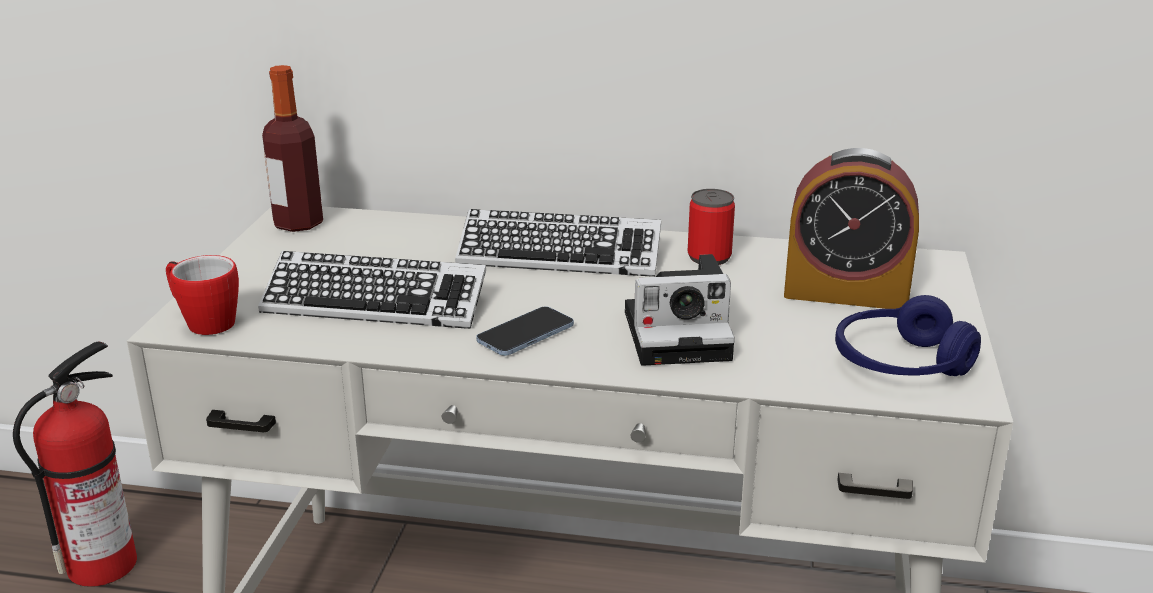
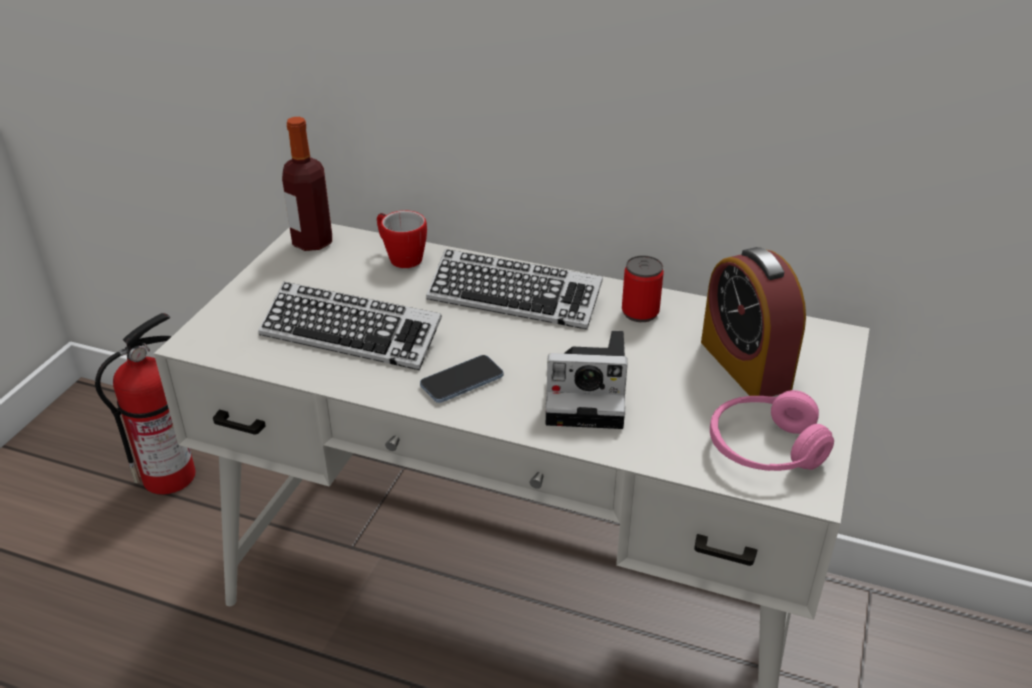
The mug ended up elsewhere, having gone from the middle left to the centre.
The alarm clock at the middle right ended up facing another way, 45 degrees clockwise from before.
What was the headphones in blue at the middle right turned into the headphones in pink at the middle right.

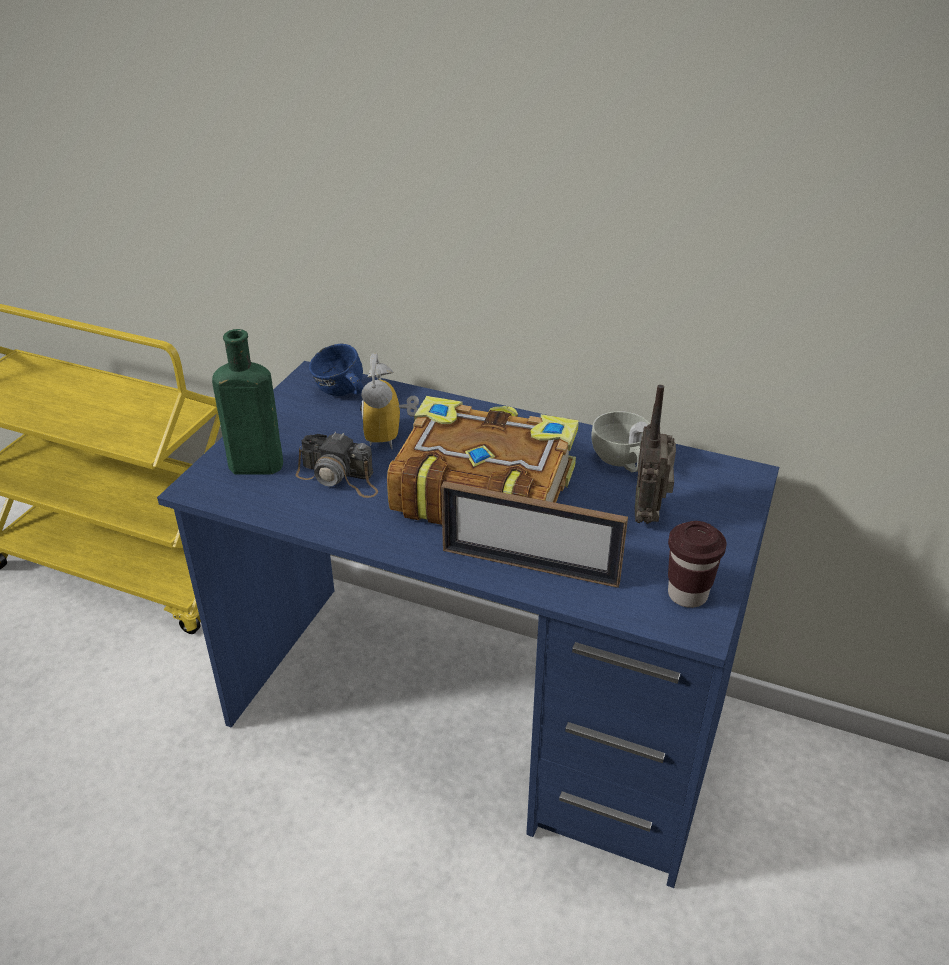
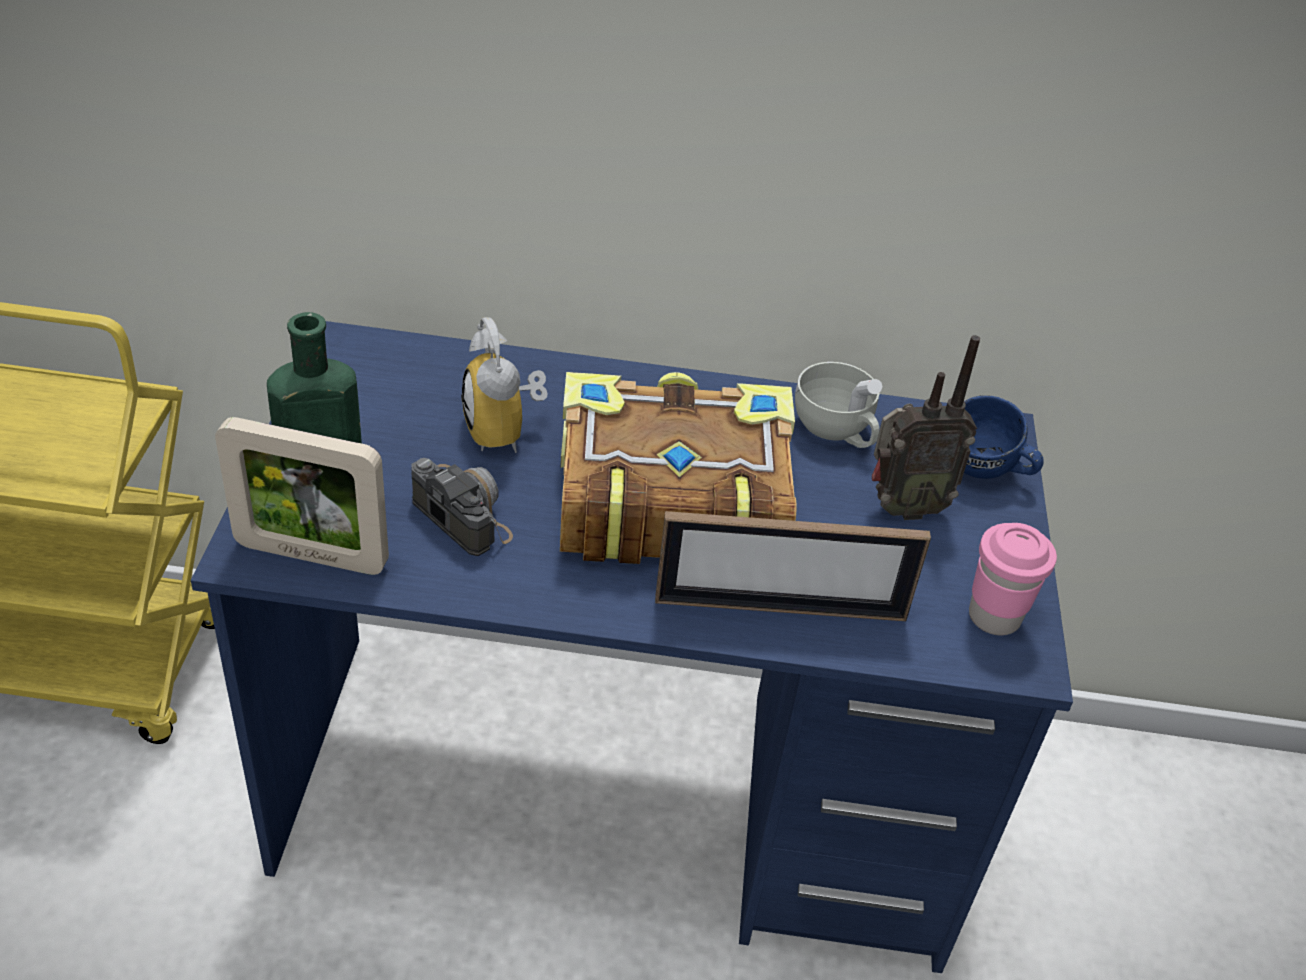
The photo camera at the centre ended up facing another way, 135 degrees counterclockwise from before.
The mug in blue ended up elsewhere, having gone from the centre to the middle right.
The radio at the middle right ended up facing another way, 90 degrees counterclockwise from before.
What was the cup in brown at the middle right turned into the cup in pink at the middle right.
The second view gained the picture frame (1st from left) at the middle left.

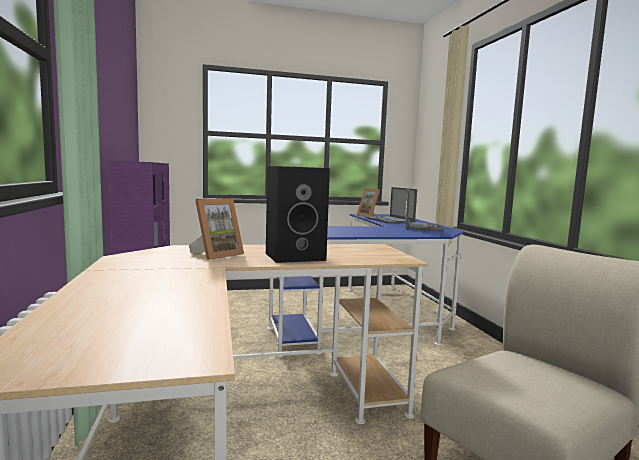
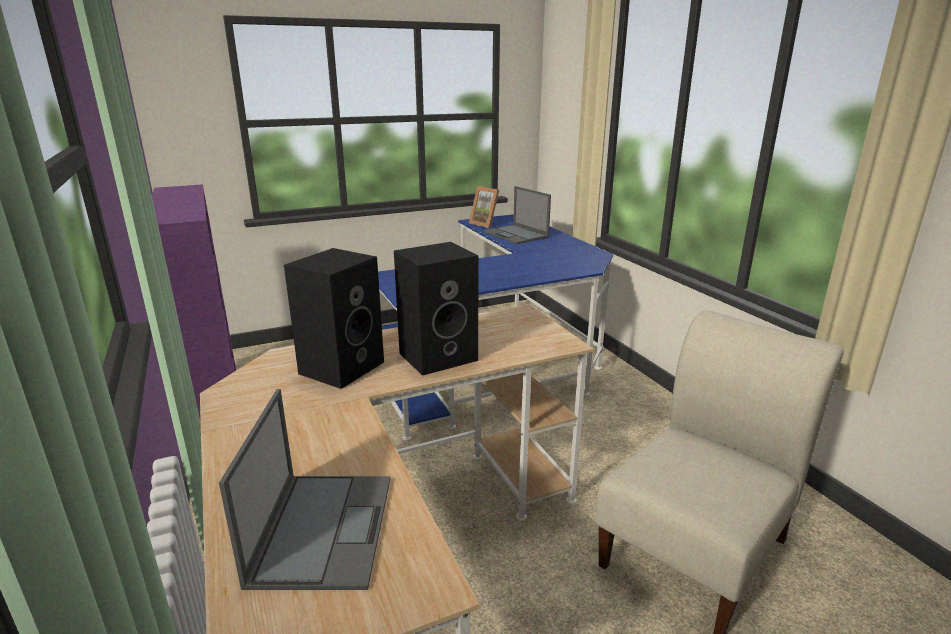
Where the picture frame (1st from left) stood at the centre, the speaker in black (1st from left) came to stand at the centre.
The laptop (2nd from left in the first image) ended up elsewhere, having gone from the centre to the bottom left.

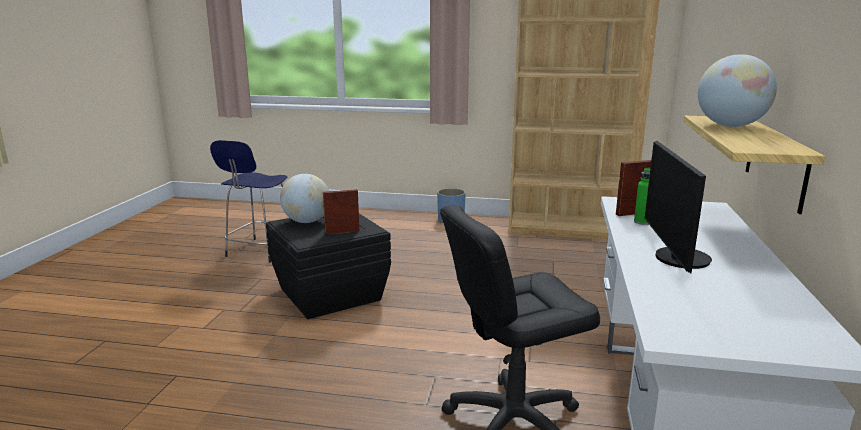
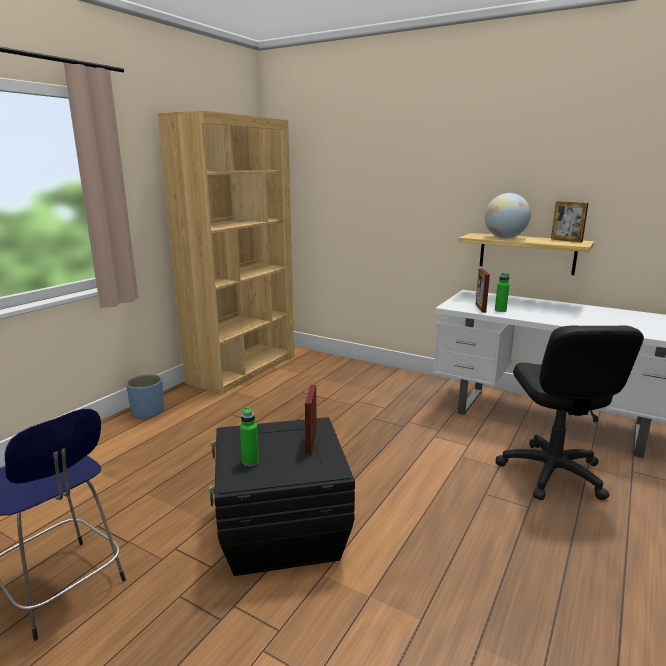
Where the globe (1st from left) stood at the centre, the bottle in green (1st from left) came to stand at the centre.
The second view lost the monitor at the middle right.
The second view gained the picture frame (3rd from left) at the top right.

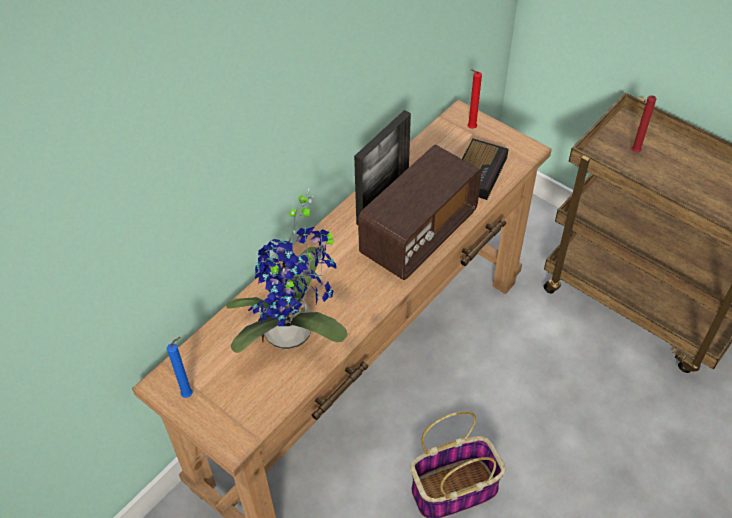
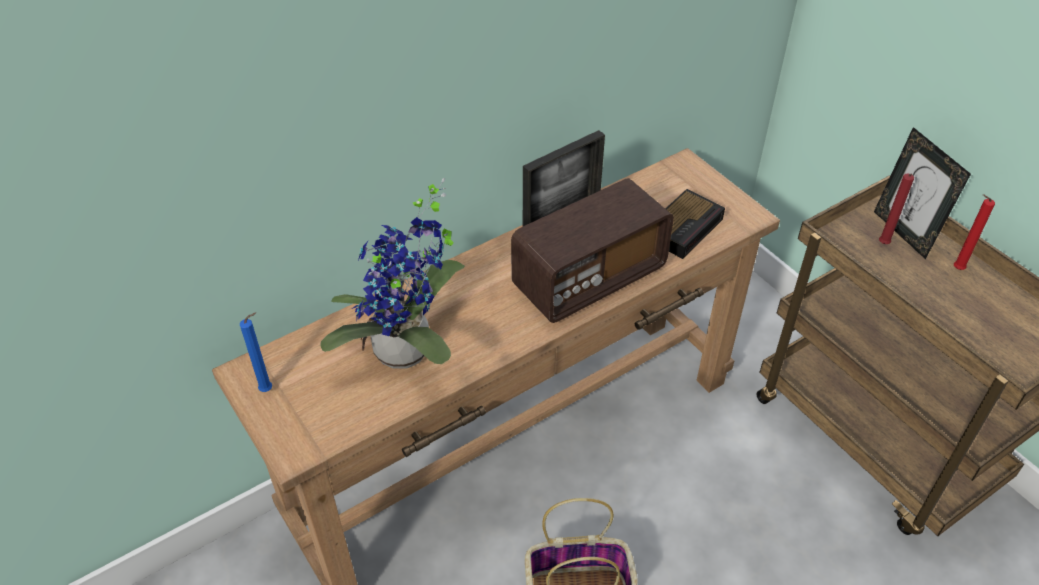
The candle in red (1st from left in the first image) ended up elsewhere, having gone from the top centre to the middle right.
The second view gained the picture frame (2nd from left) at the top right.

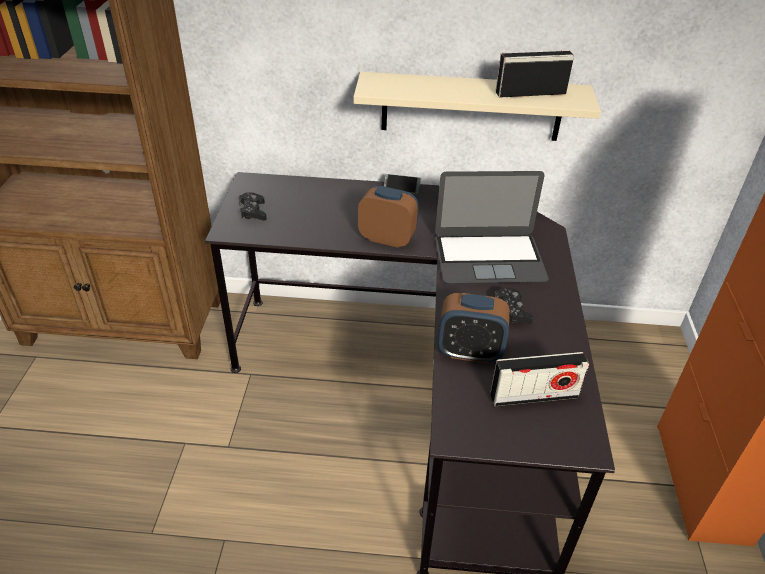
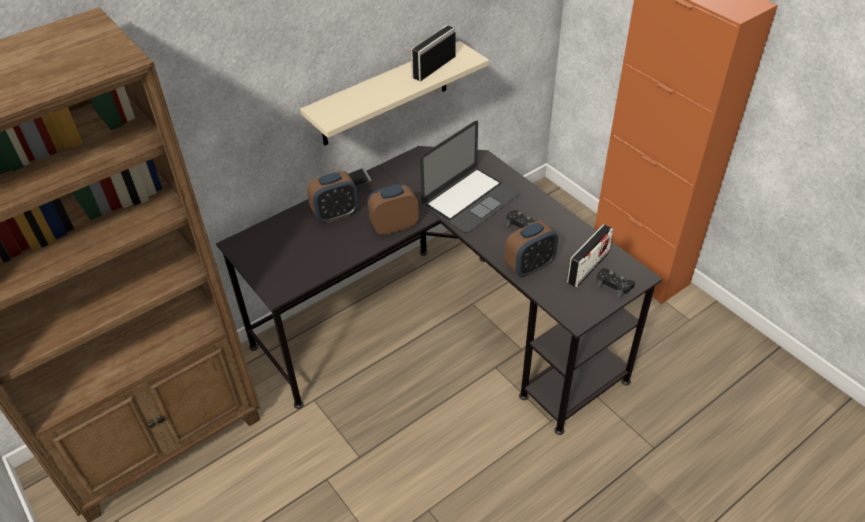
The game controller in black (1st from left in the first image) ended up elsewhere, having gone from the middle left to the middle right.
The second view gained the alarm clock (1st from left) at the centre.

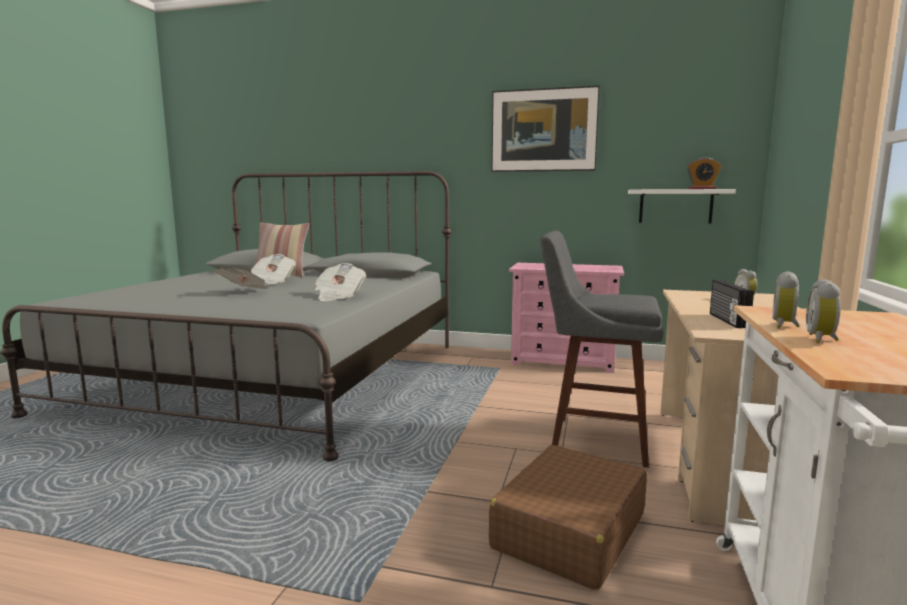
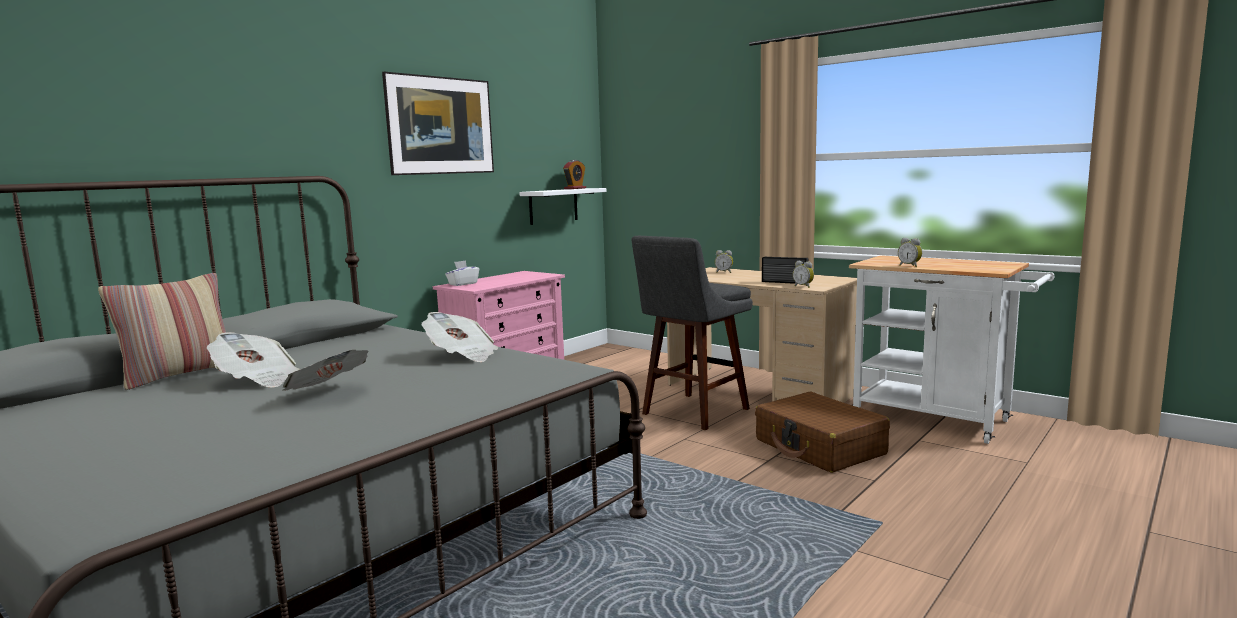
The alarm clock (4th from left in the first image) ended up elsewhere, having gone from the middle right to the centre.
The second view gained the tissue box in white at the centre.

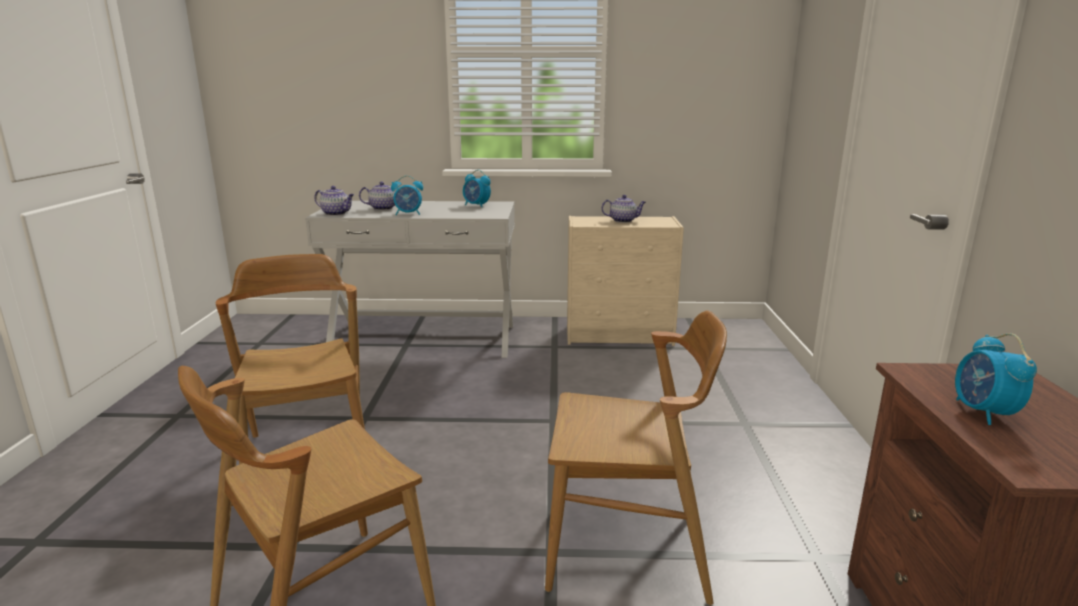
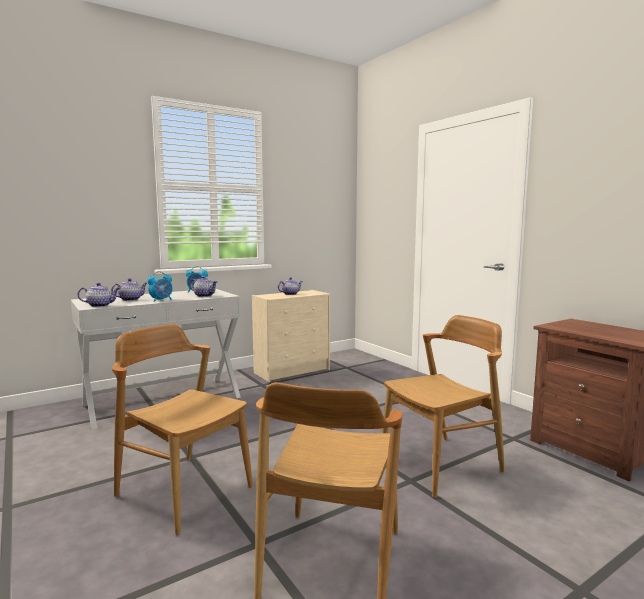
The second view lost the alarm clock (3rd from left) at the middle right.
The second view gained the teapot (3rd from left) at the middle left.

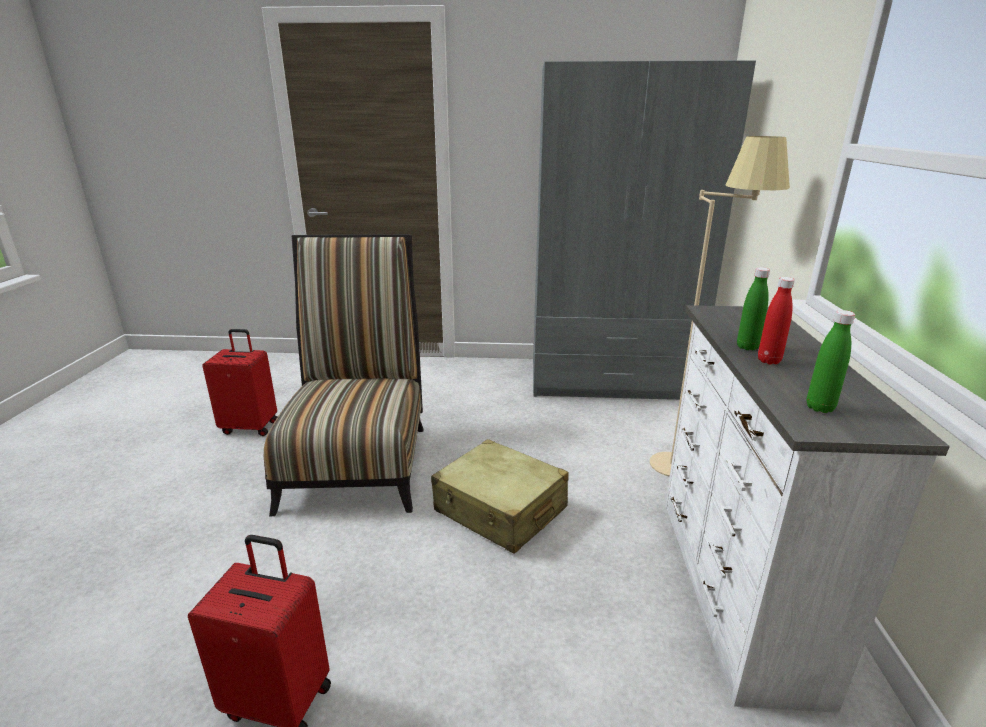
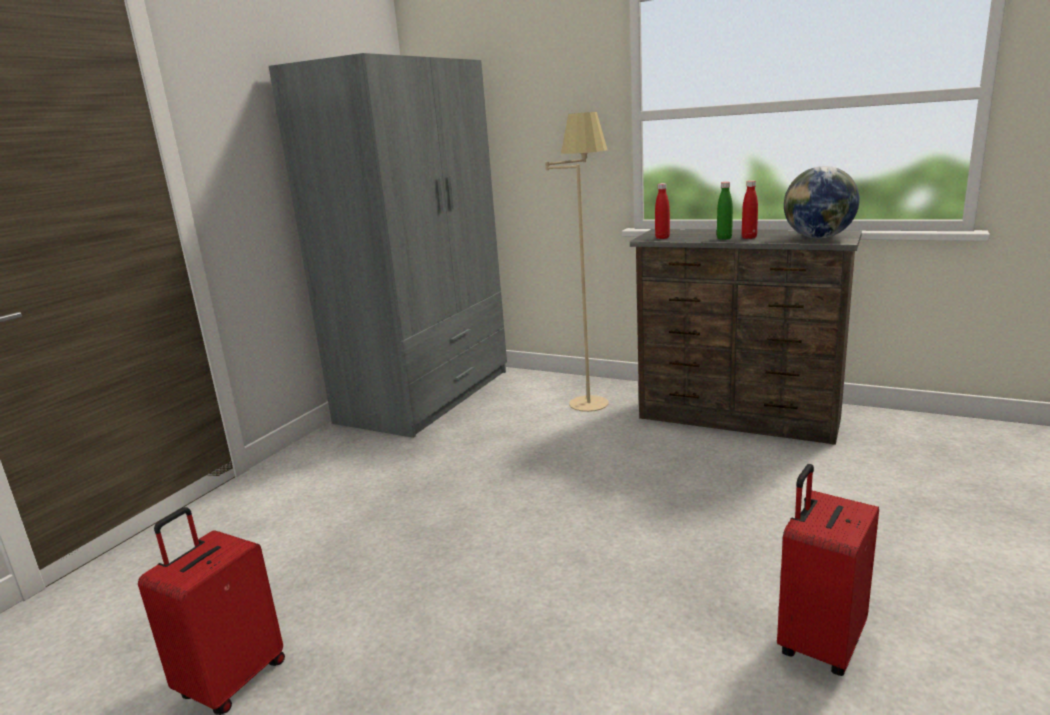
The second view lost the chair at the centre.
The second view lost the suitcase in beige at the bottom centre.
What was the dresser in white at the bottom right turned into the dresser in brown at the middle right.
Where the bottle in green (2nd from left) stood at the middle right, the globe came to stand at the top right.
The second view gained the bottle in red (1st from left) at the top centre.

